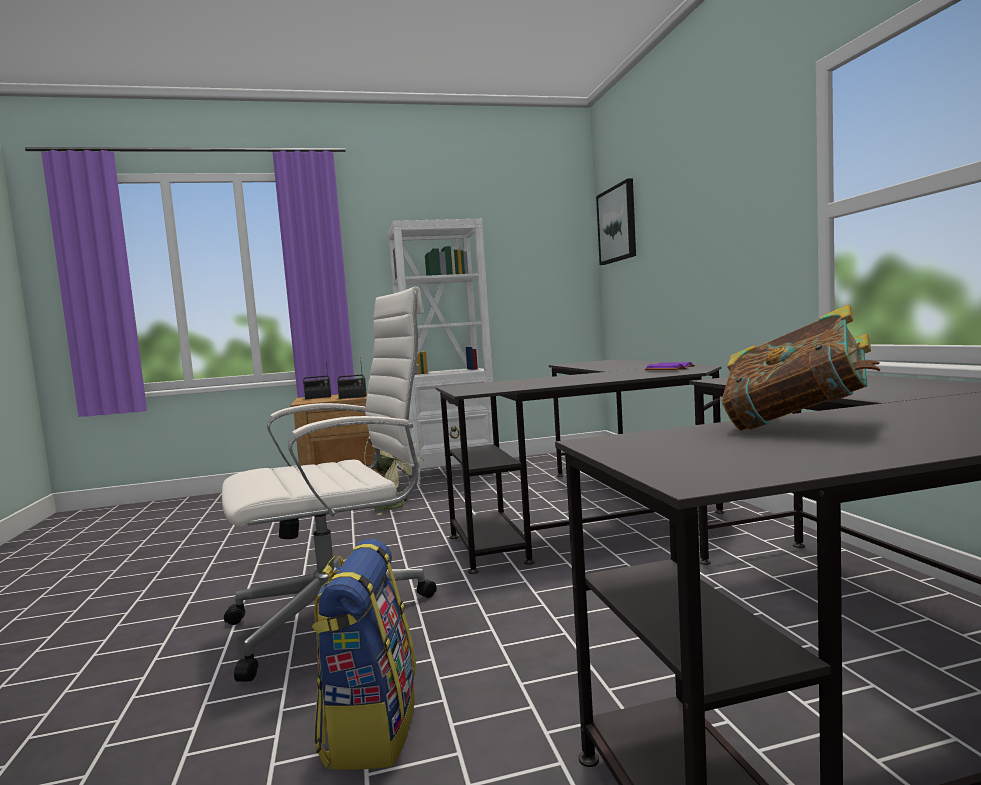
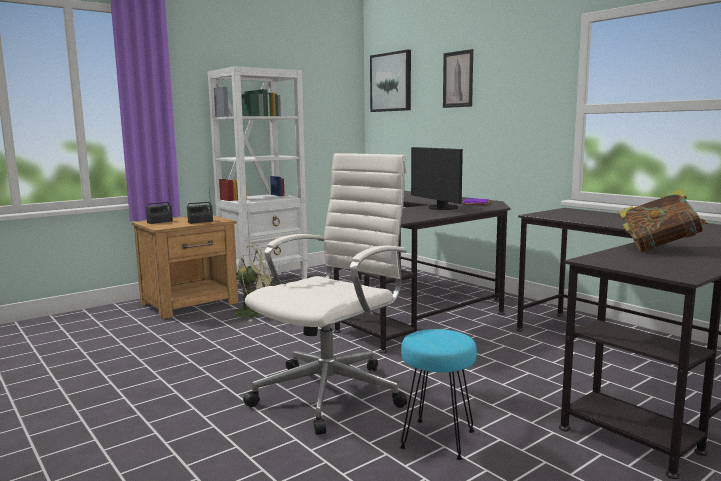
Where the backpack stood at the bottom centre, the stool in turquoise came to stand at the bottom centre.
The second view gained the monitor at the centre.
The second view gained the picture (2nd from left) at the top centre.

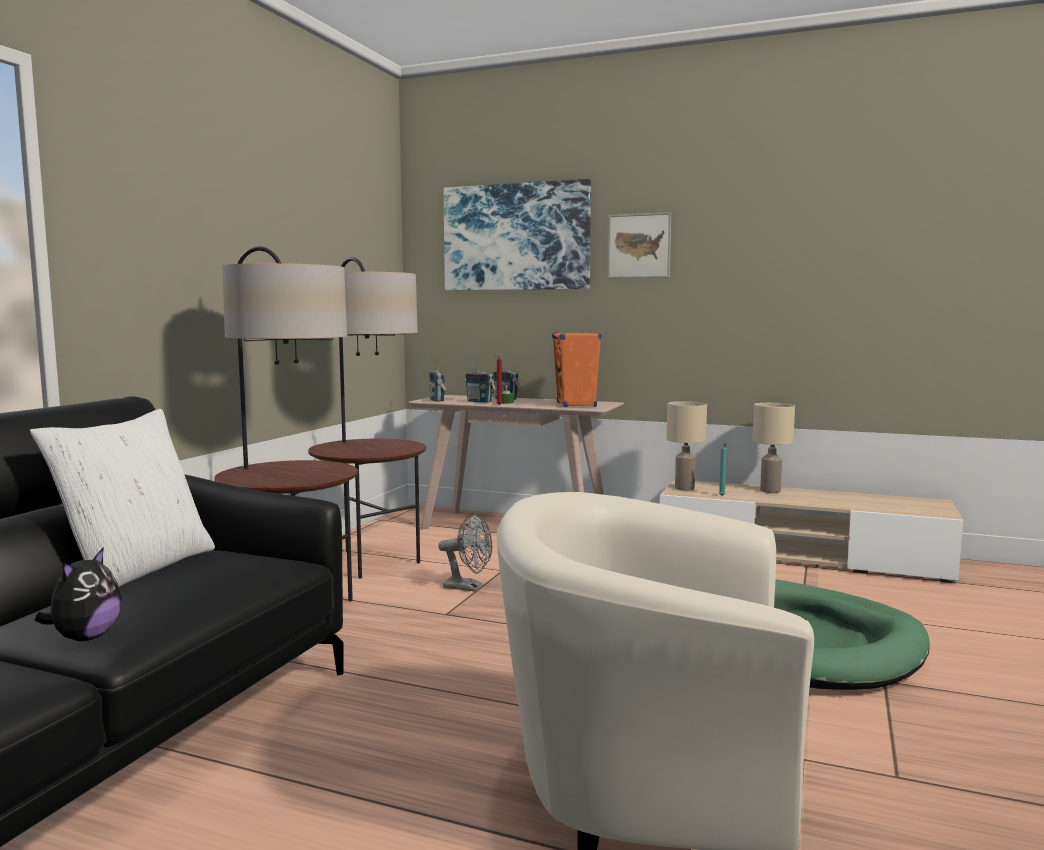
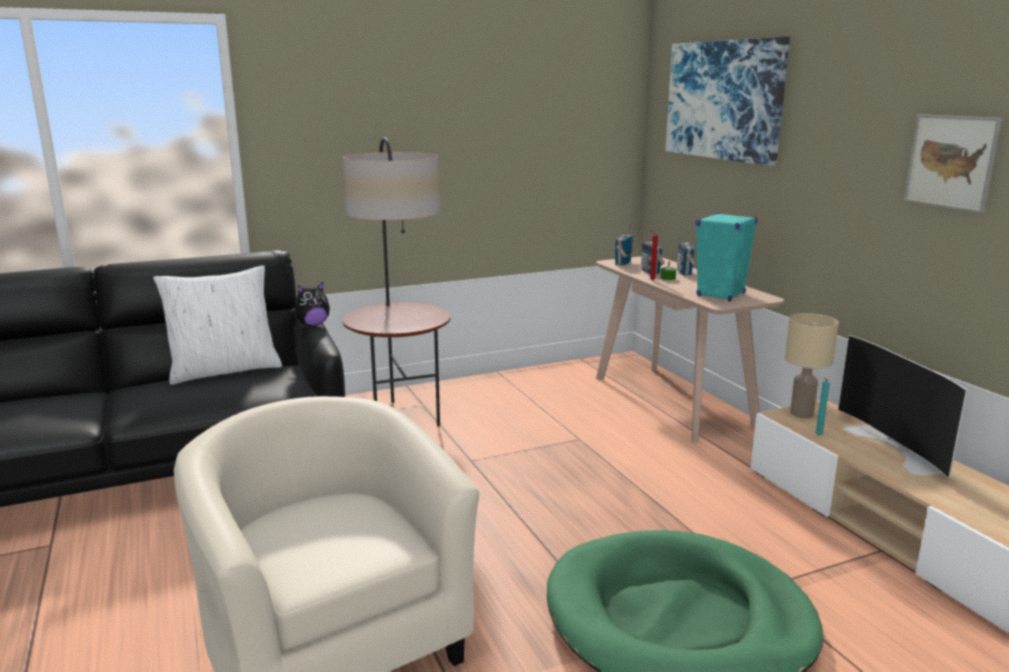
The plush toy ended up elsewhere, having gone from the bottom left to the middle left.
The second view lost the floor lamp (2nd from left) at the centre.
The second view lost the fan in grey at the centre.
What was the speaker in orange at the centre turned into the speaker in turquoise at the middle right.
The picture (2nd from left) ended up elsewhere, having gone from the top centre to the top right.
Where the table lamp in beige (2nd from left) stood at the middle right, the television came to stand at the middle right.

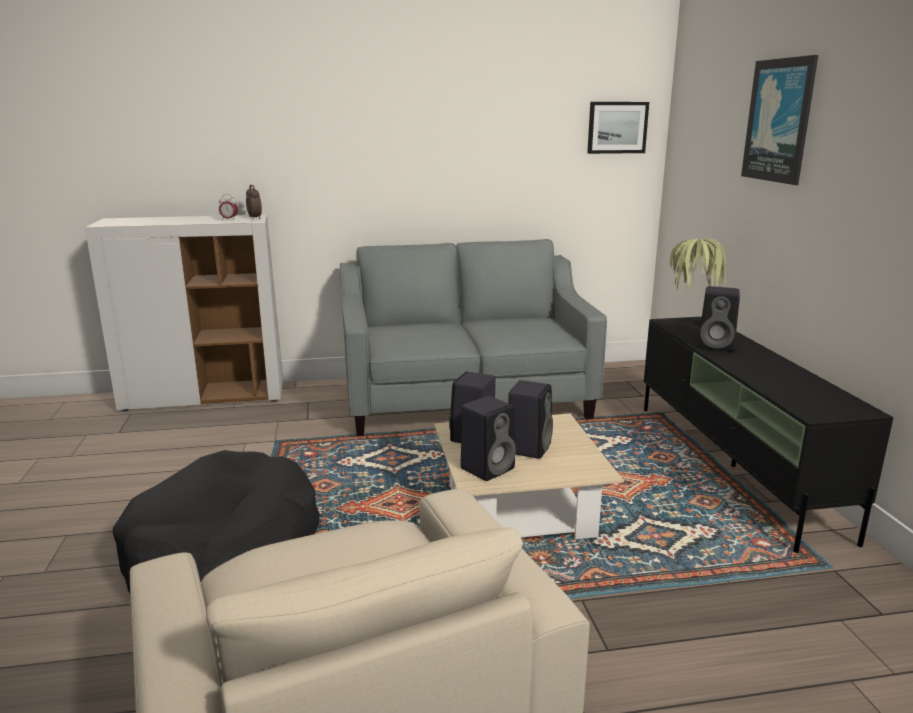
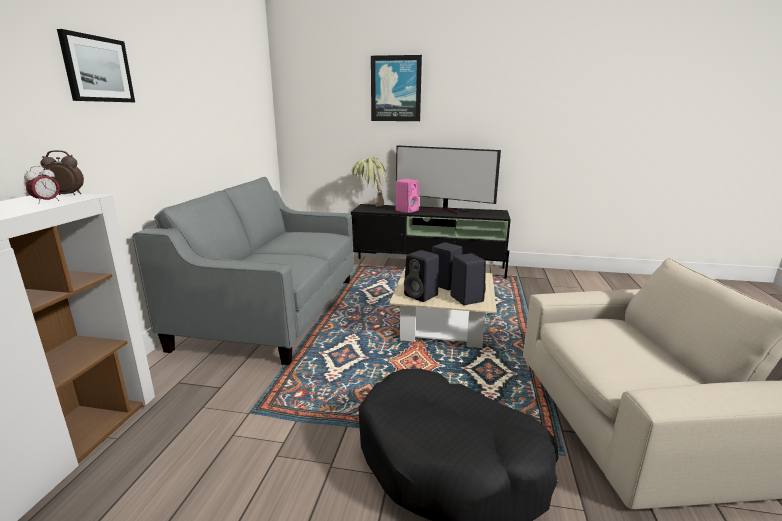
The picture (1st from left) ended up elsewhere, having gone from the top right to the top left.
What was the speaker in black (4th from left) at the middle right turned into the speaker in pink at the centre.
The second view gained the television at the centre.

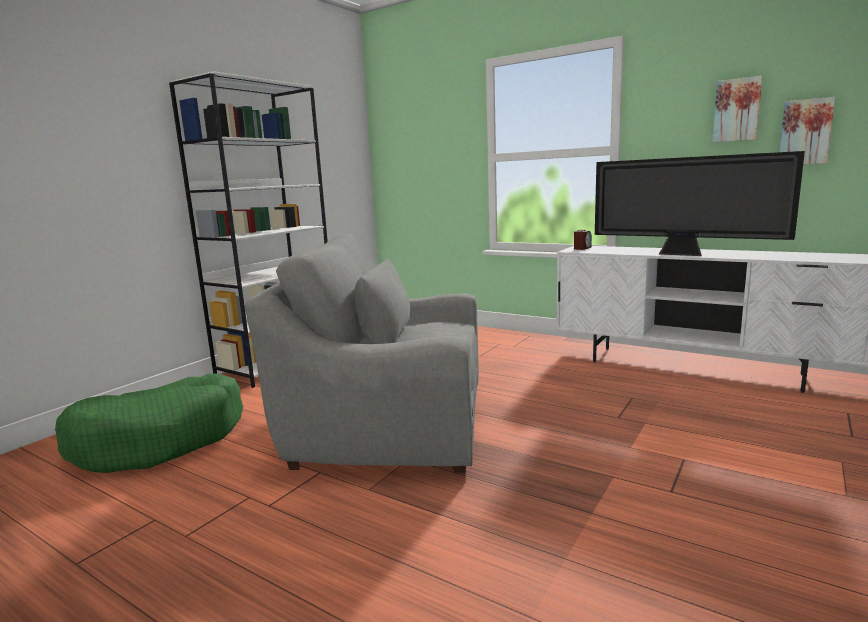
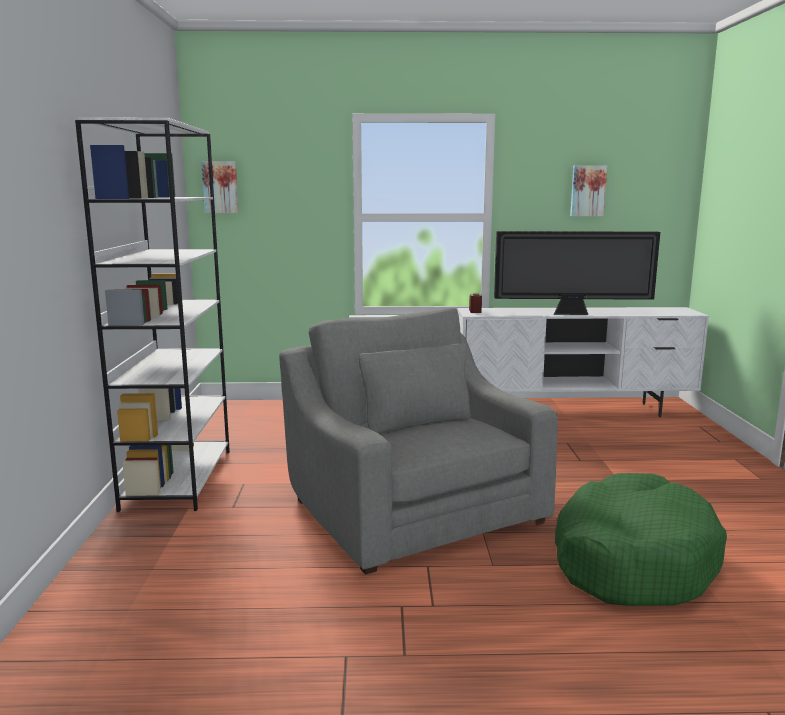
The dog bed in green ended up elsewhere, having gone from the bottom left to the bottom right.
The armchair in grey at the centre ended up facing another way, 90 degrees clockwise from before.
The picture (2nd from left in the first image) ended up elsewhere, having gone from the top right to the top left.

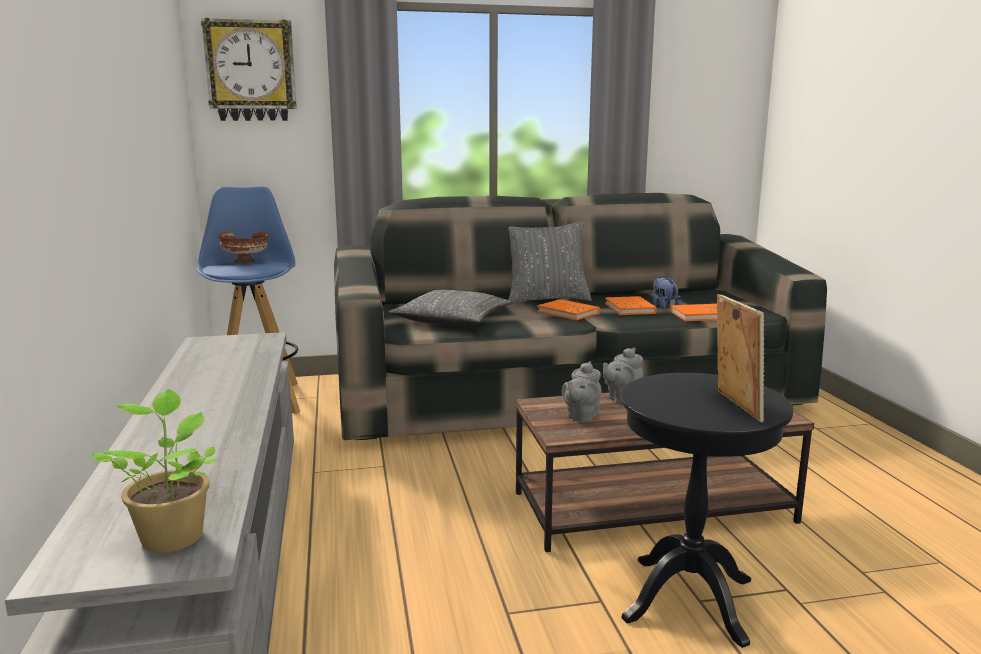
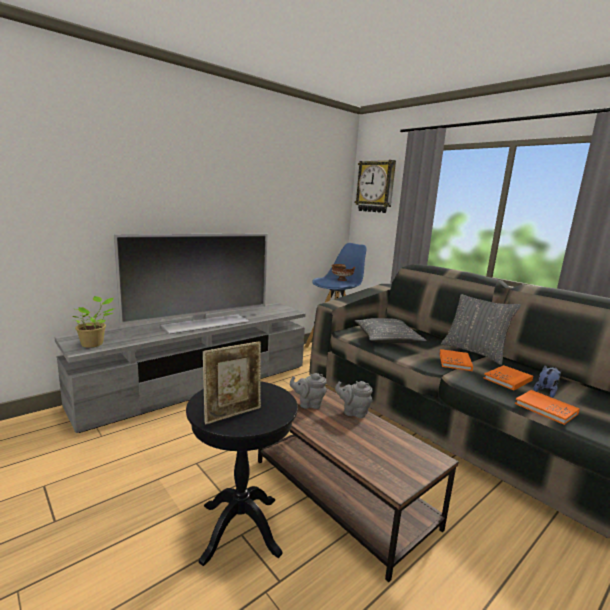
The second view gained the television at the middle left.

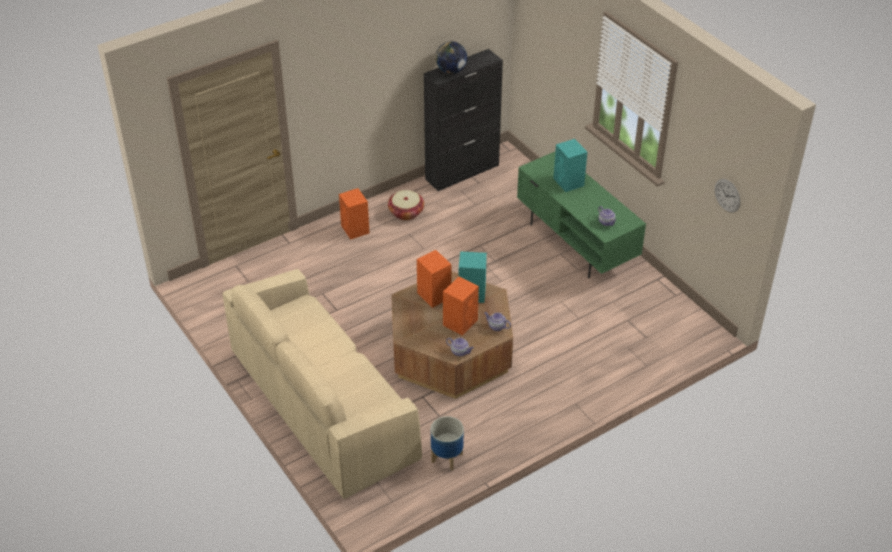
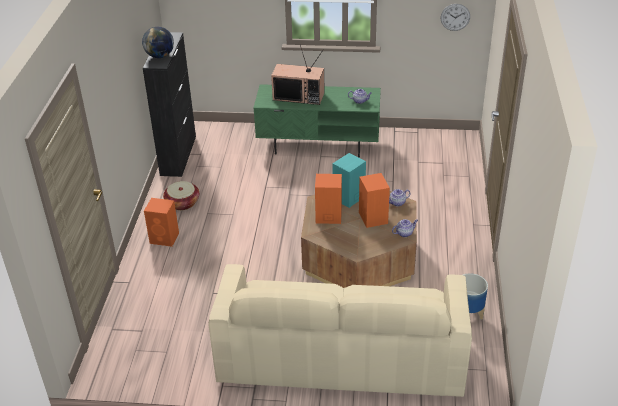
Where the speaker in turquoise (2nd from left) stood at the top centre, the television came to stand at the top centre.

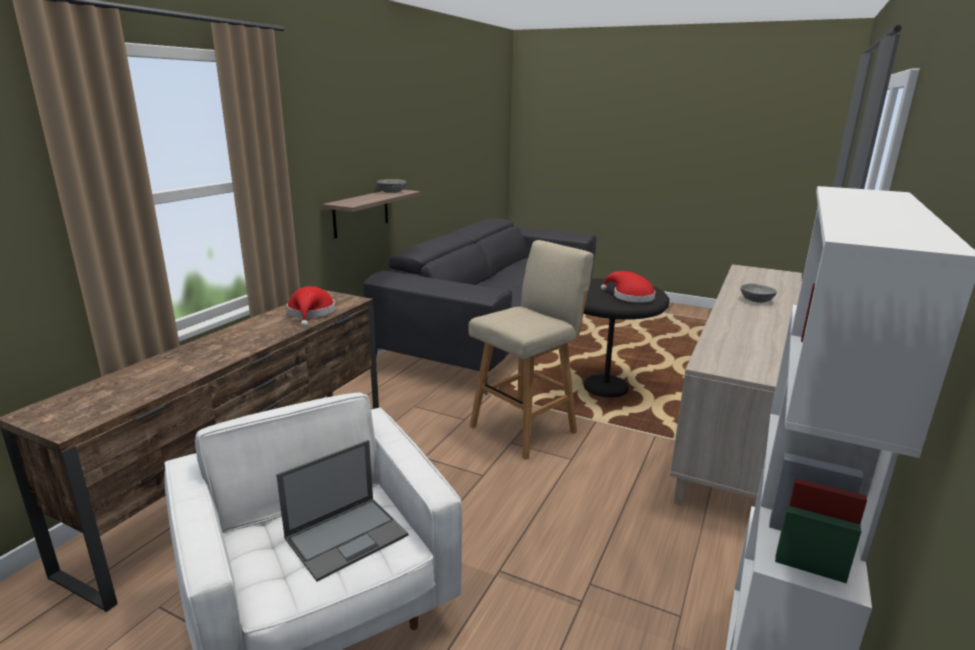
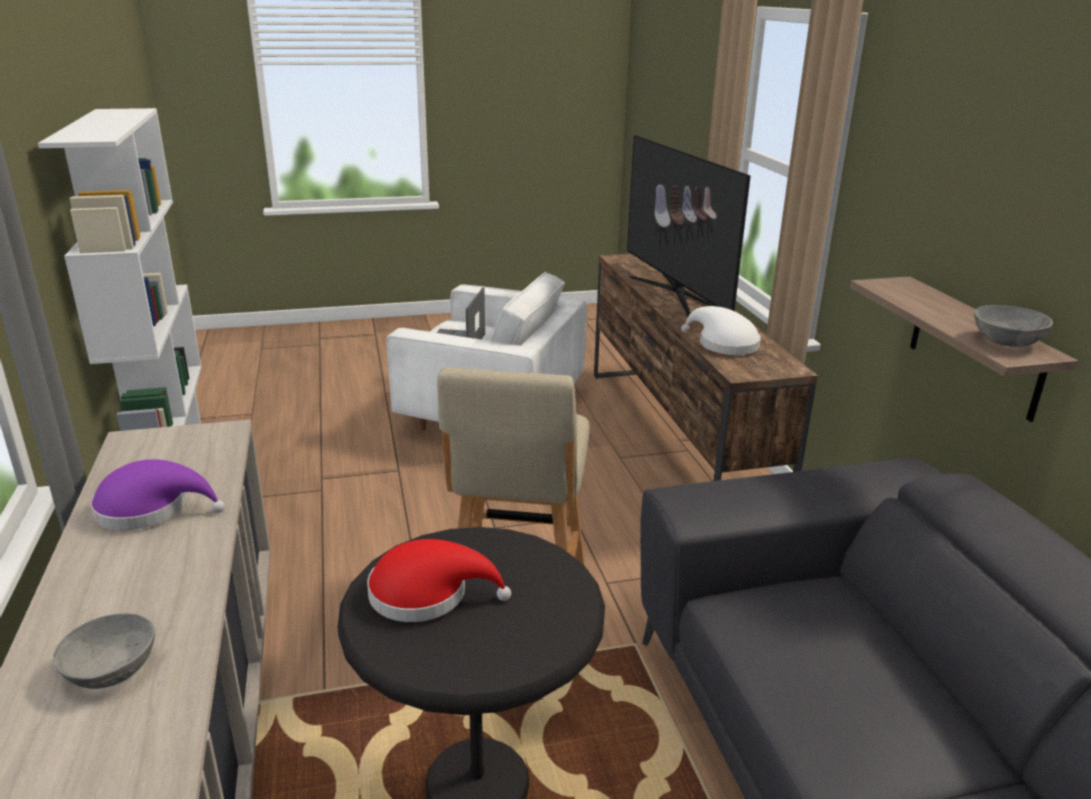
What was the hat in red (1st from left) at the middle left turned into the hat in white at the centre.
The second view gained the hat in purple at the middle left.
The second view gained the television at the top centre.

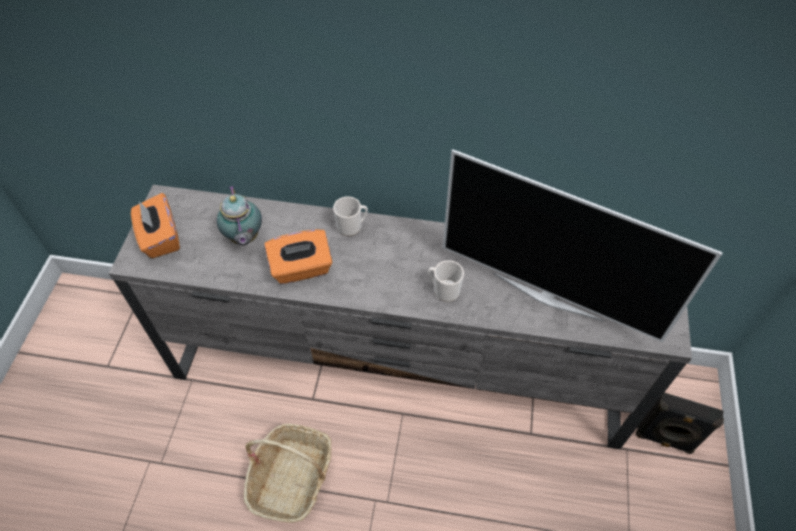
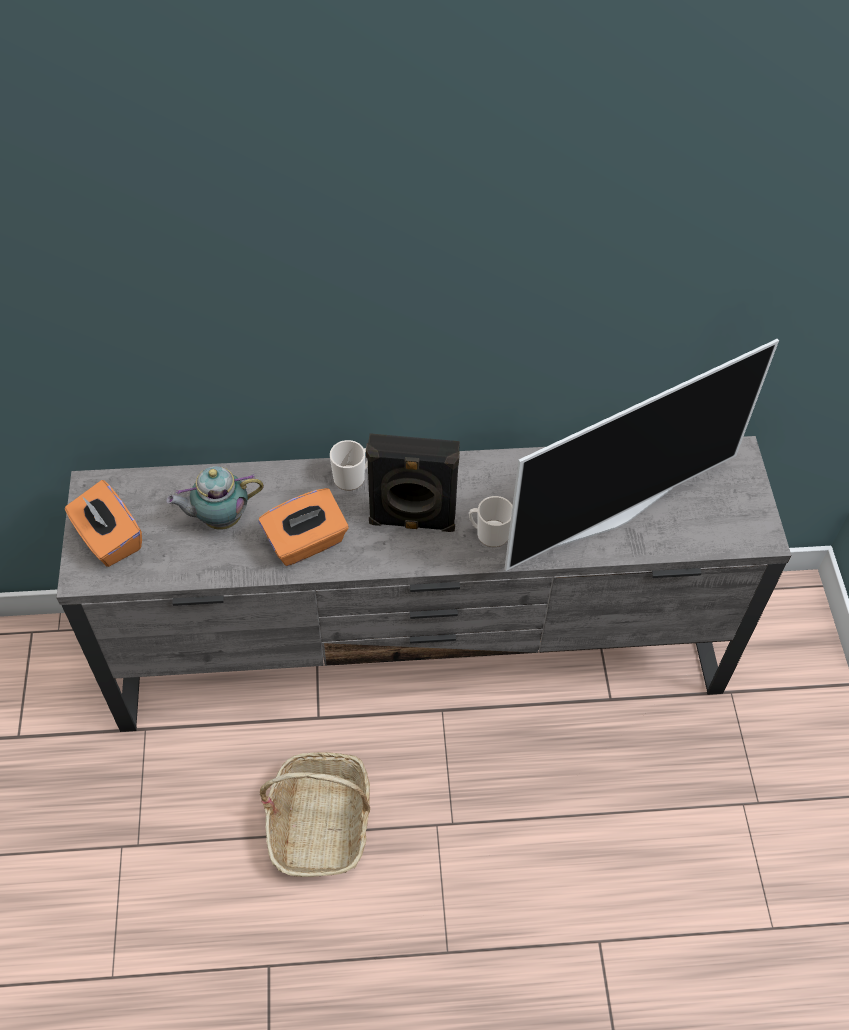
The teapot at the middle left ended up facing another way, 105 degrees clockwise from before.
The television at the middle right ended up facing another way, 45 degrees counterclockwise from before.
The speaker in black ended up elsewhere, having gone from the bottom right to the centre.

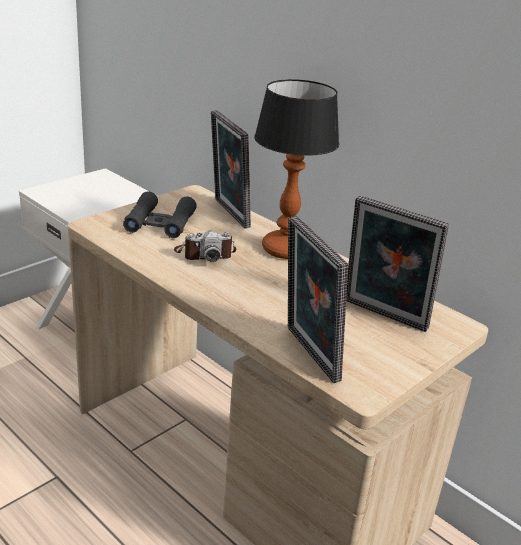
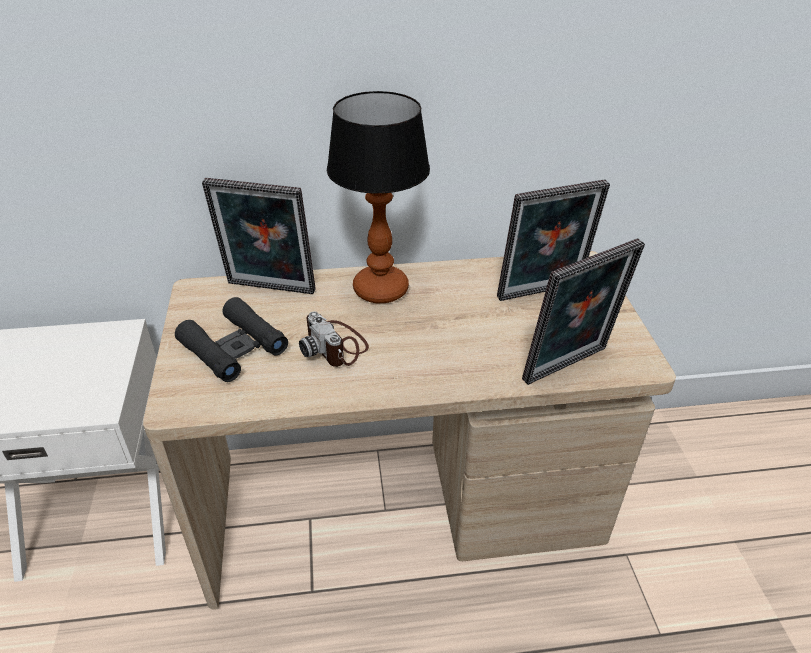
The photo camera at the centre ended up facing another way, 120 degrees clockwise from before.
The picture frame (2nd from left in the first image) at the centre ended up facing another way, 45 degrees counterclockwise from before.

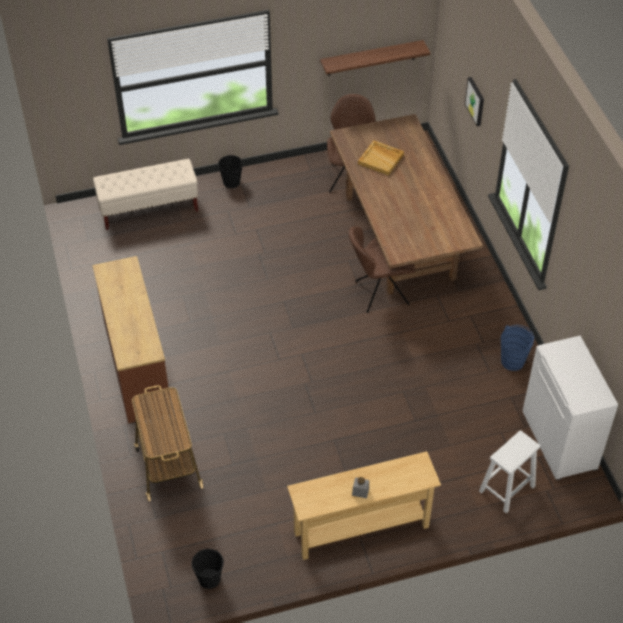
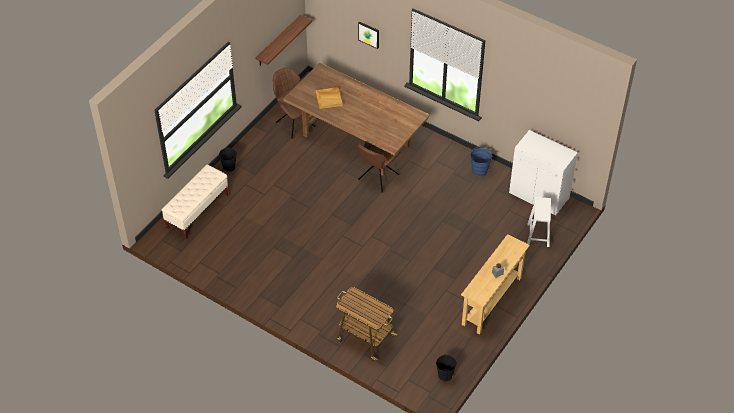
The second view lost the dresser in brown at the middle left.

